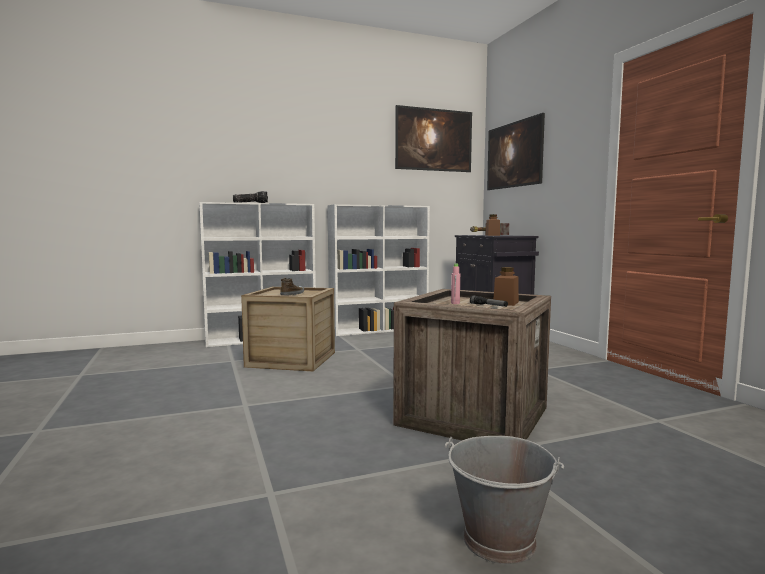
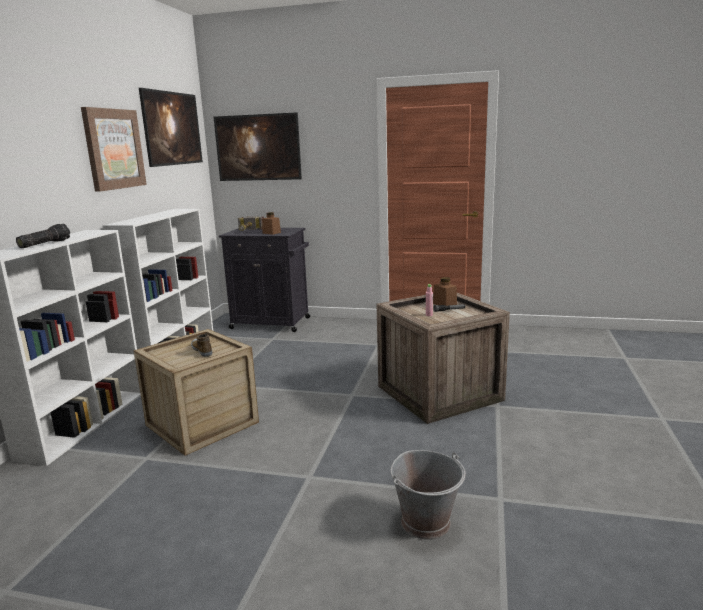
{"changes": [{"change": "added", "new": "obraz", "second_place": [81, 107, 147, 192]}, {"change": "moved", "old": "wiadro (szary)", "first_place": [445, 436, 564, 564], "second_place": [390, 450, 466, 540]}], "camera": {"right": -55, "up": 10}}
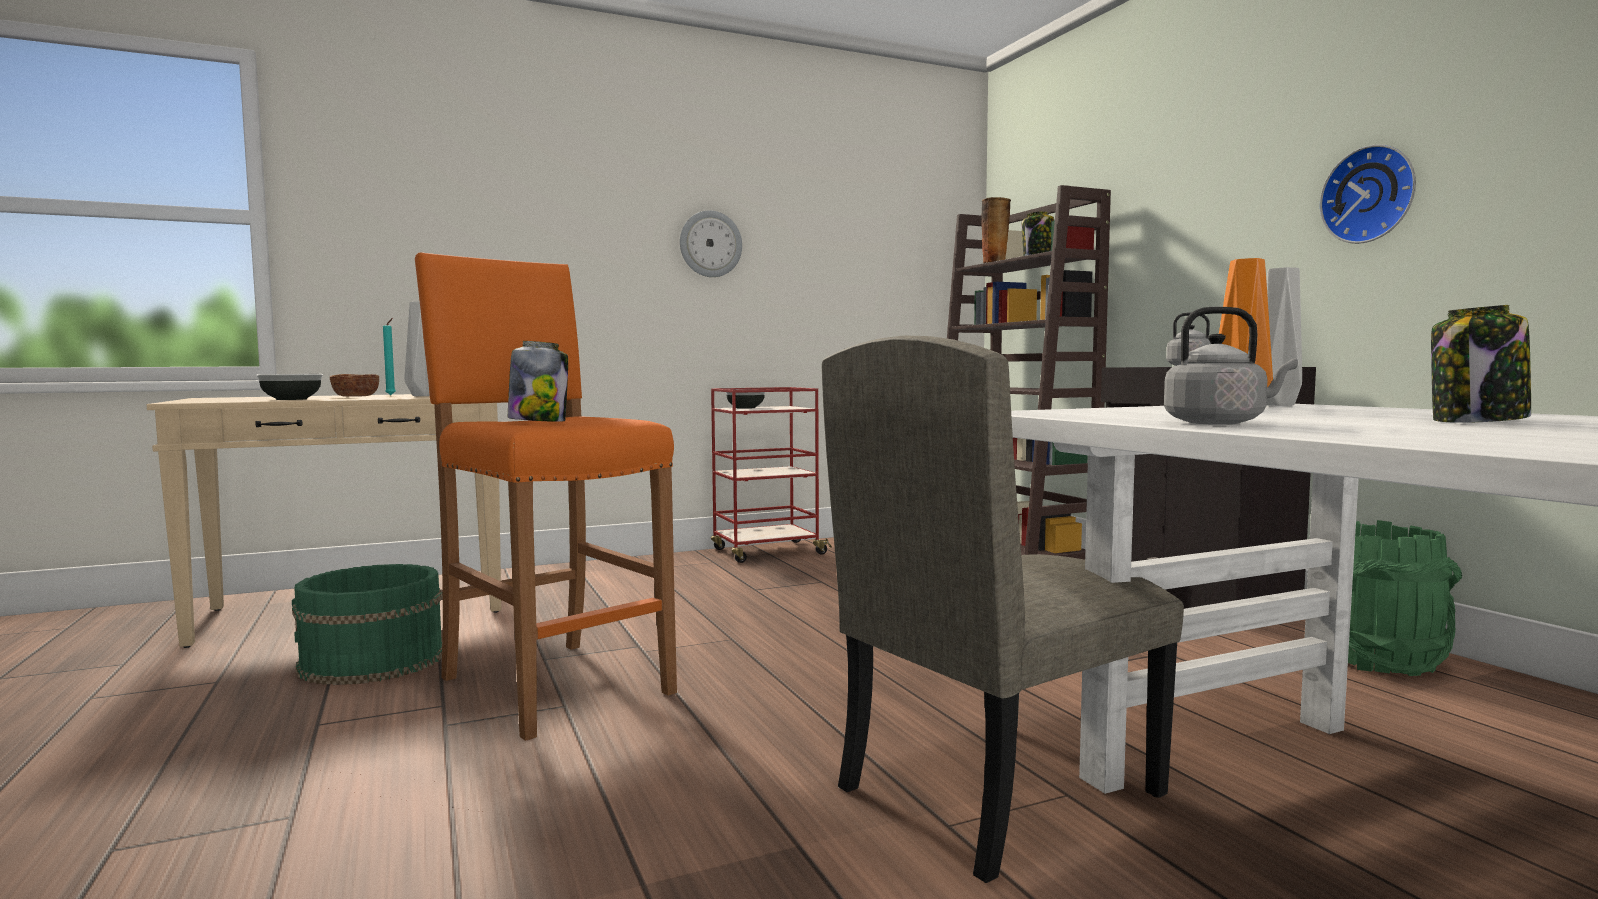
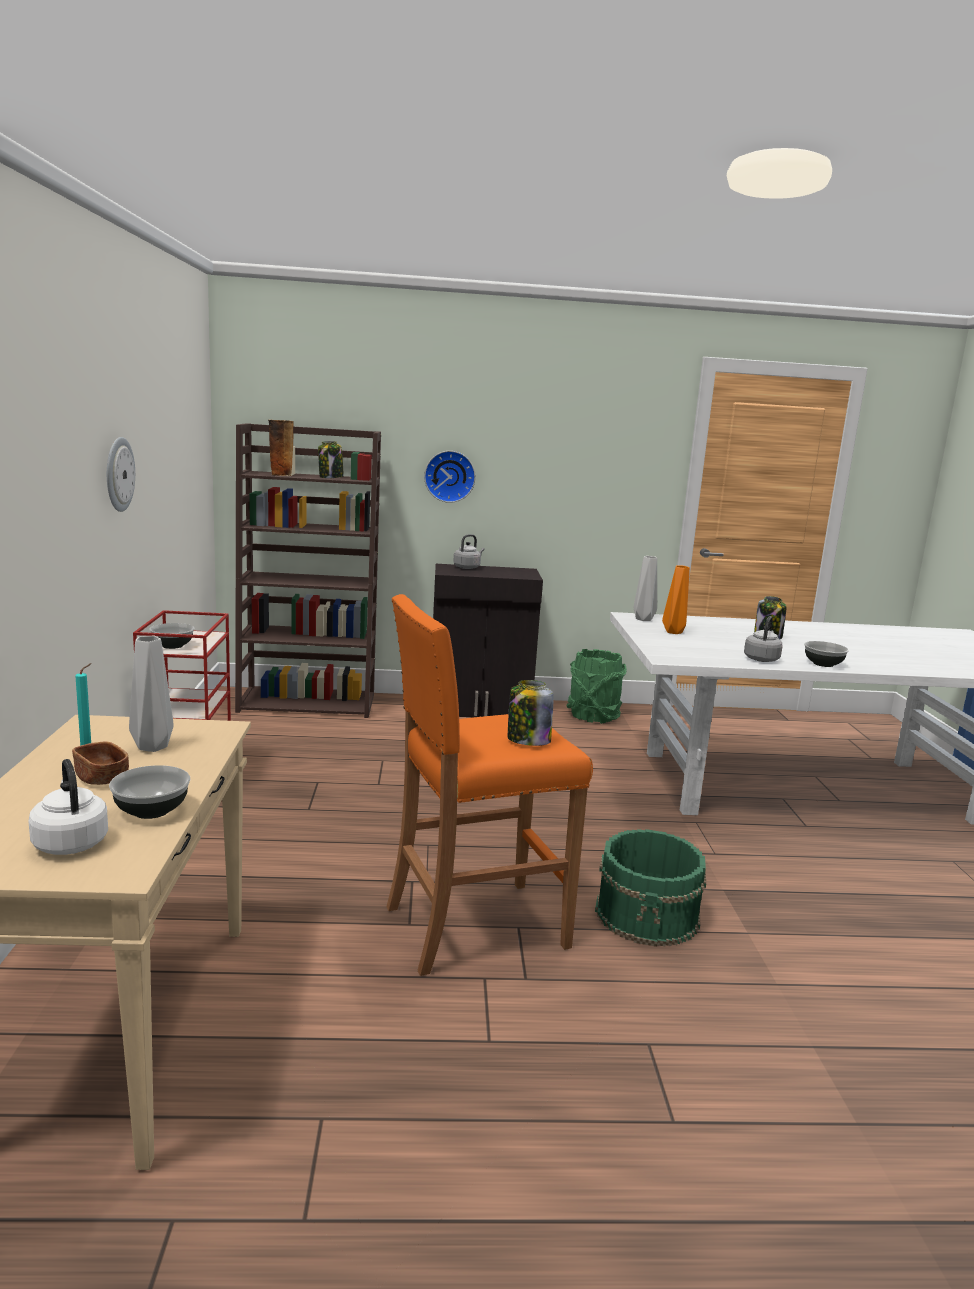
{"changes": [{"change": "removed", "old": "krzesło (beżowy)", "first_place": [822, 335, 1184, 883]}, {"change": "added", "new": "czajnik (biały)", "second_place": [28, 759, 108, 855]}, {"change": "added", "new": "miska", "second_place": [804, 641, 849, 667]}, {"change": "moved", "old": "wiadro (zielony)", "first_place": [292, 564, 443, 685], "second_place": [595, 829, 706, 947]}, {"change": "moved", "old": "zegar ścienny", "first_place": [1320, 144, 1416, 244], "second_place": [424, 451, 475, 503]}], "camera": {"right": -70, "up": 10}}
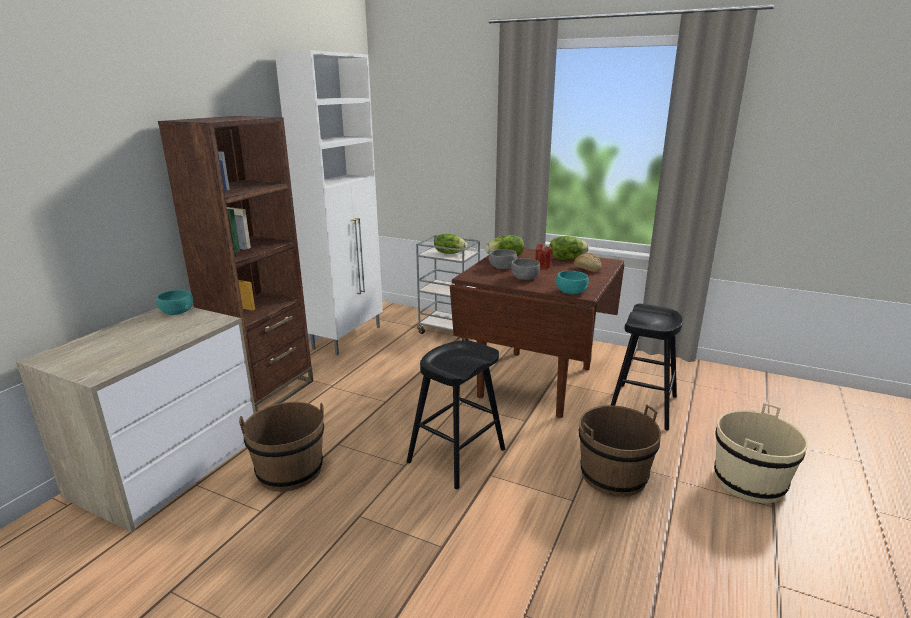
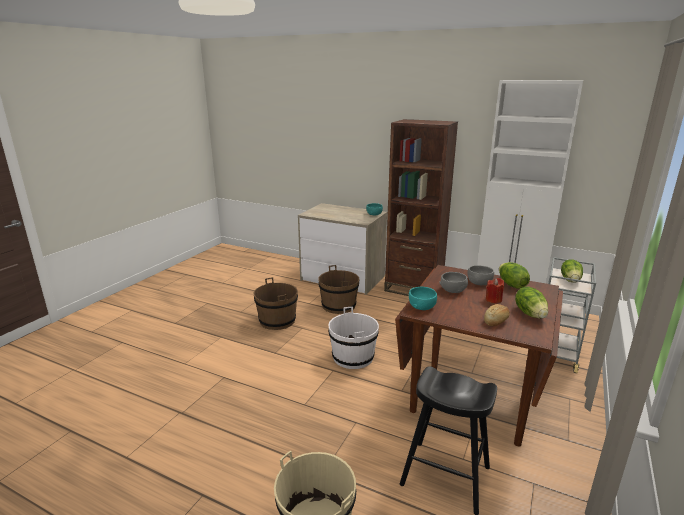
{"changes": [{"change": "moved", "old": "wiadro (brązowy)", "first_place": [579, 404, 661, 497], "second_place": [254, 277, 298, 330]}, {"change": "replaced", "old": "stołek (czarny)", "new": "wiadro (biały)", "first_place": [407, 340, 505, 489], "second_place": [328, 307, 379, 369]}], "camera": {"right": 90, "up": 0}}
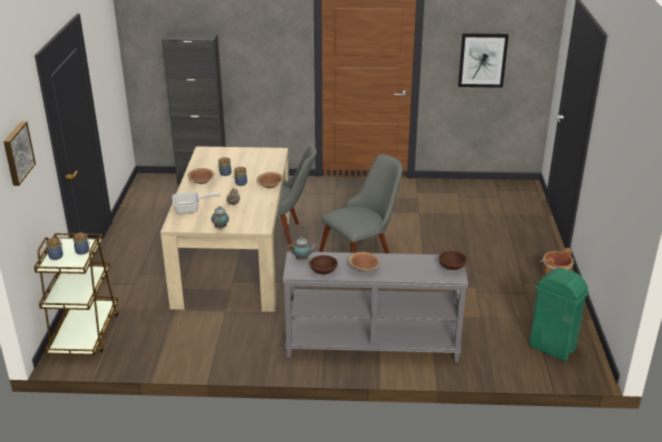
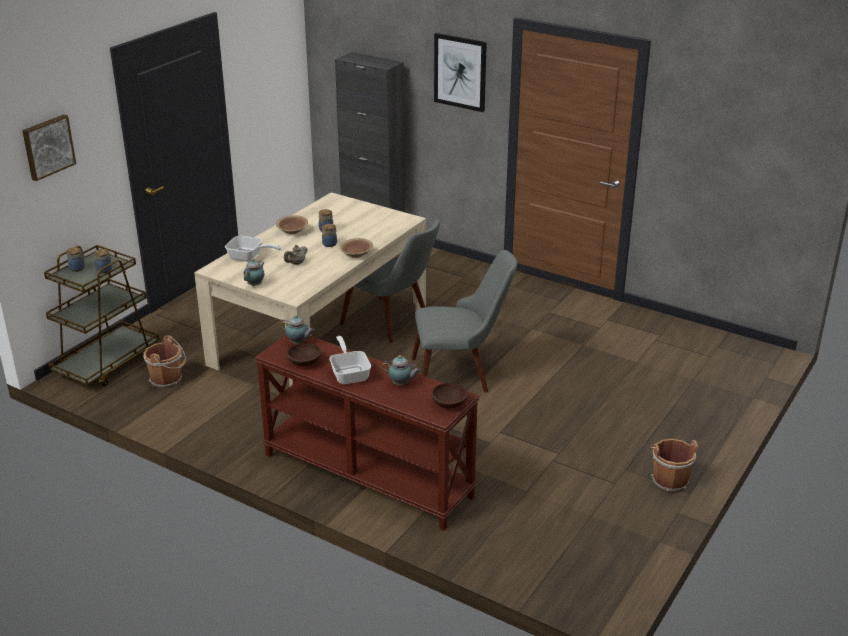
{"changes": [{"change": "removed", "old": "kosz na śmieci (zielony)", "first_place": [529, 268, 589, 361]}, {"change": "added", "new": "wiadro (brązowy)", "second_place": [144, 335, 187, 389]}, {"change": "added", "new": "imbryk", "second_place": [382, 355, 421, 386]}, {"change": "moved", "old": "obraz", "first_place": [458, 33, 509, 88], "second_place": [434, 33, 487, 112]}, {"change": "replaced", "old": "miska (brązowy)", "new": "patelnia", "first_place": [349, 252, 380, 272], "second_place": [329, 336, 371, 384]}, {"change": "recoloured", "old": "stolik konsolowy (szary)", "new": "stolik konsolowy (brązowy)", "first_place": [283, 251, 468, 362], "second_place": [255, 335, 480, 531]}], "camera": {"right": 30, "up": 0}}
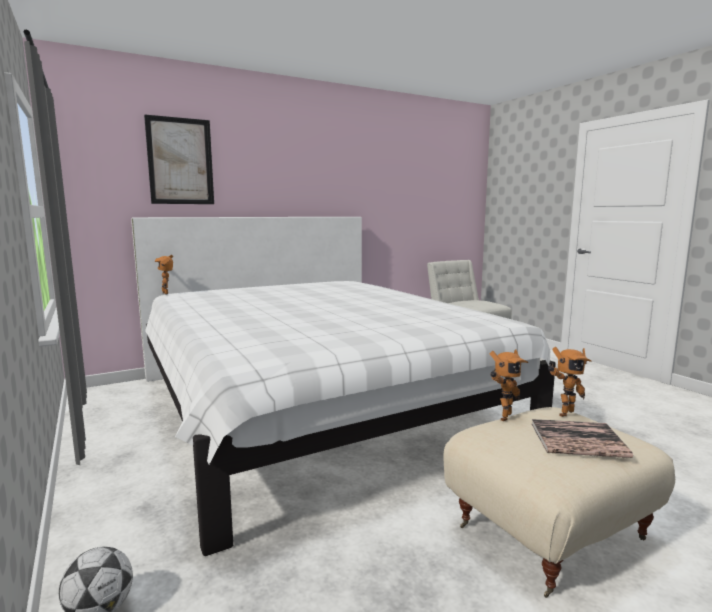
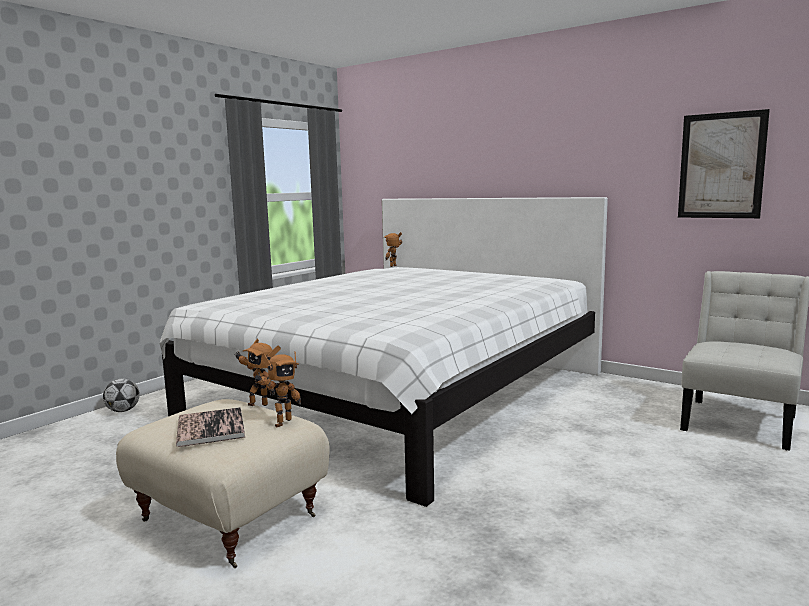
{"changes": [{"change": "moved", "old": "obraz", "first_place": [144, 114, 214, 204], "second_place": [678, 109, 770, 218]}, {"change": "turned", "old": "robot zabawkowy", "first_place": [548, 347, 591, 417], "second_place": [254, 351, 301, 427], "degrees": -90}], "camera": {"right": 65, "up": 0}}
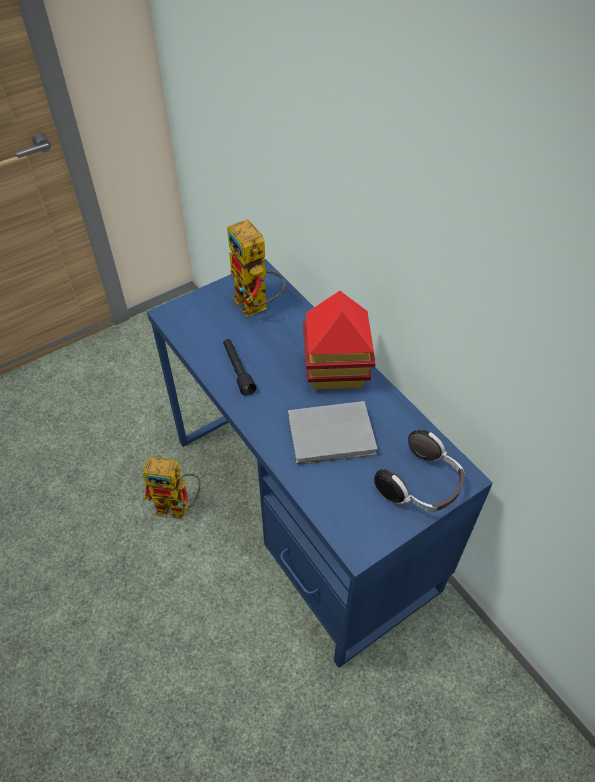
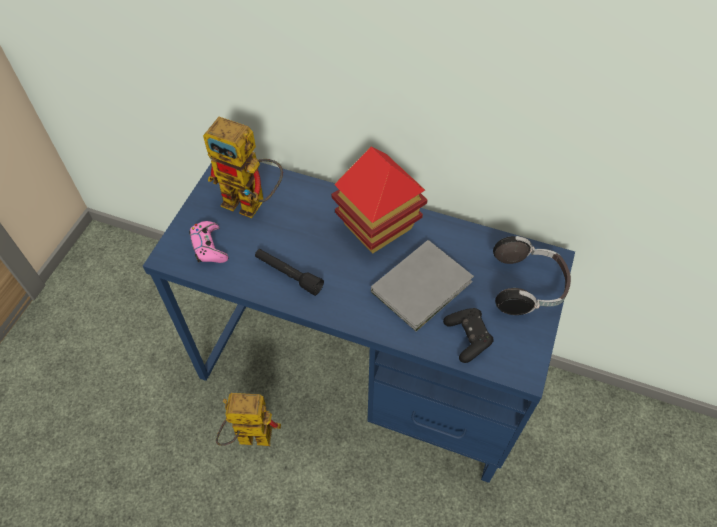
{"changes": [{"change": "added", "new": "pad do gier (różowy)", "second_place": [189, 221, 228, 263]}, {"change": "added", "new": "pad do gier (czarny)", "second_place": [443, 308, 493, 363]}, {"change": "turned", "old": "robot zabawkowy", "first_place": [143, 456, 201, 519], "second_place": [216, 393, 281, 446], "degrees": -150}], "camera": {"right": -35, "up": 5}}
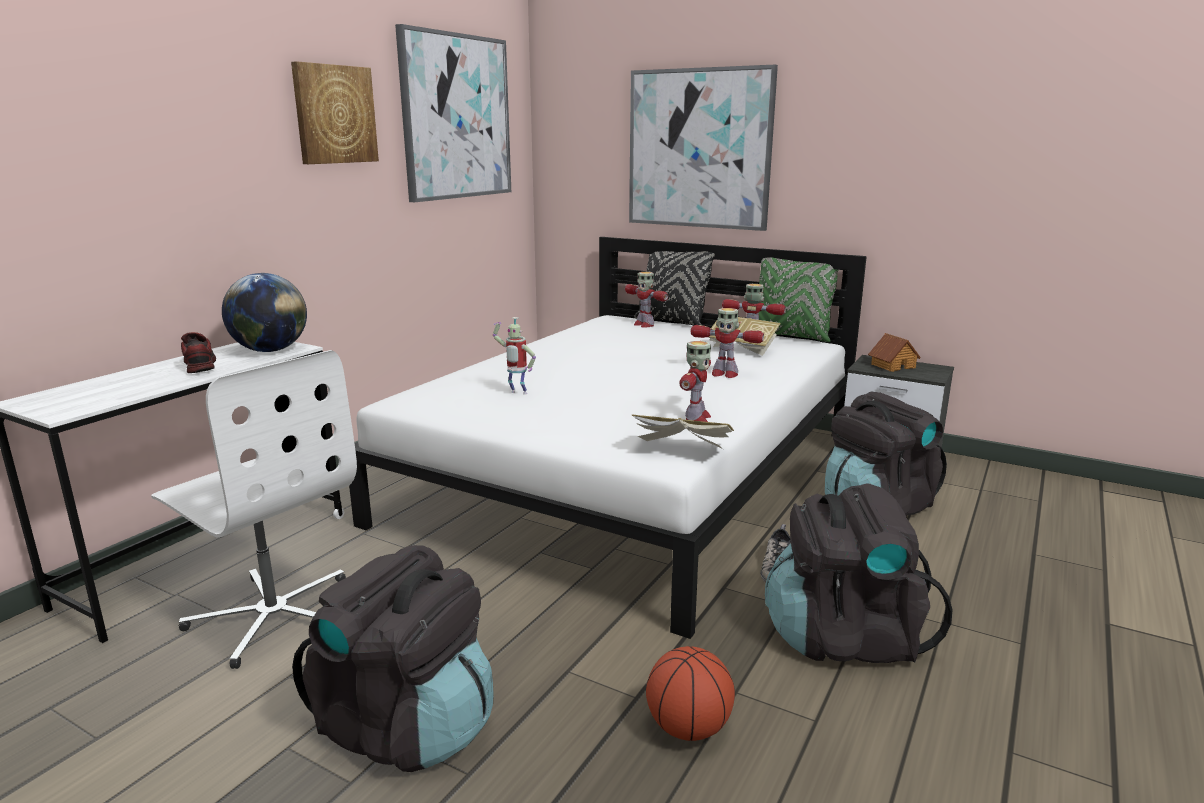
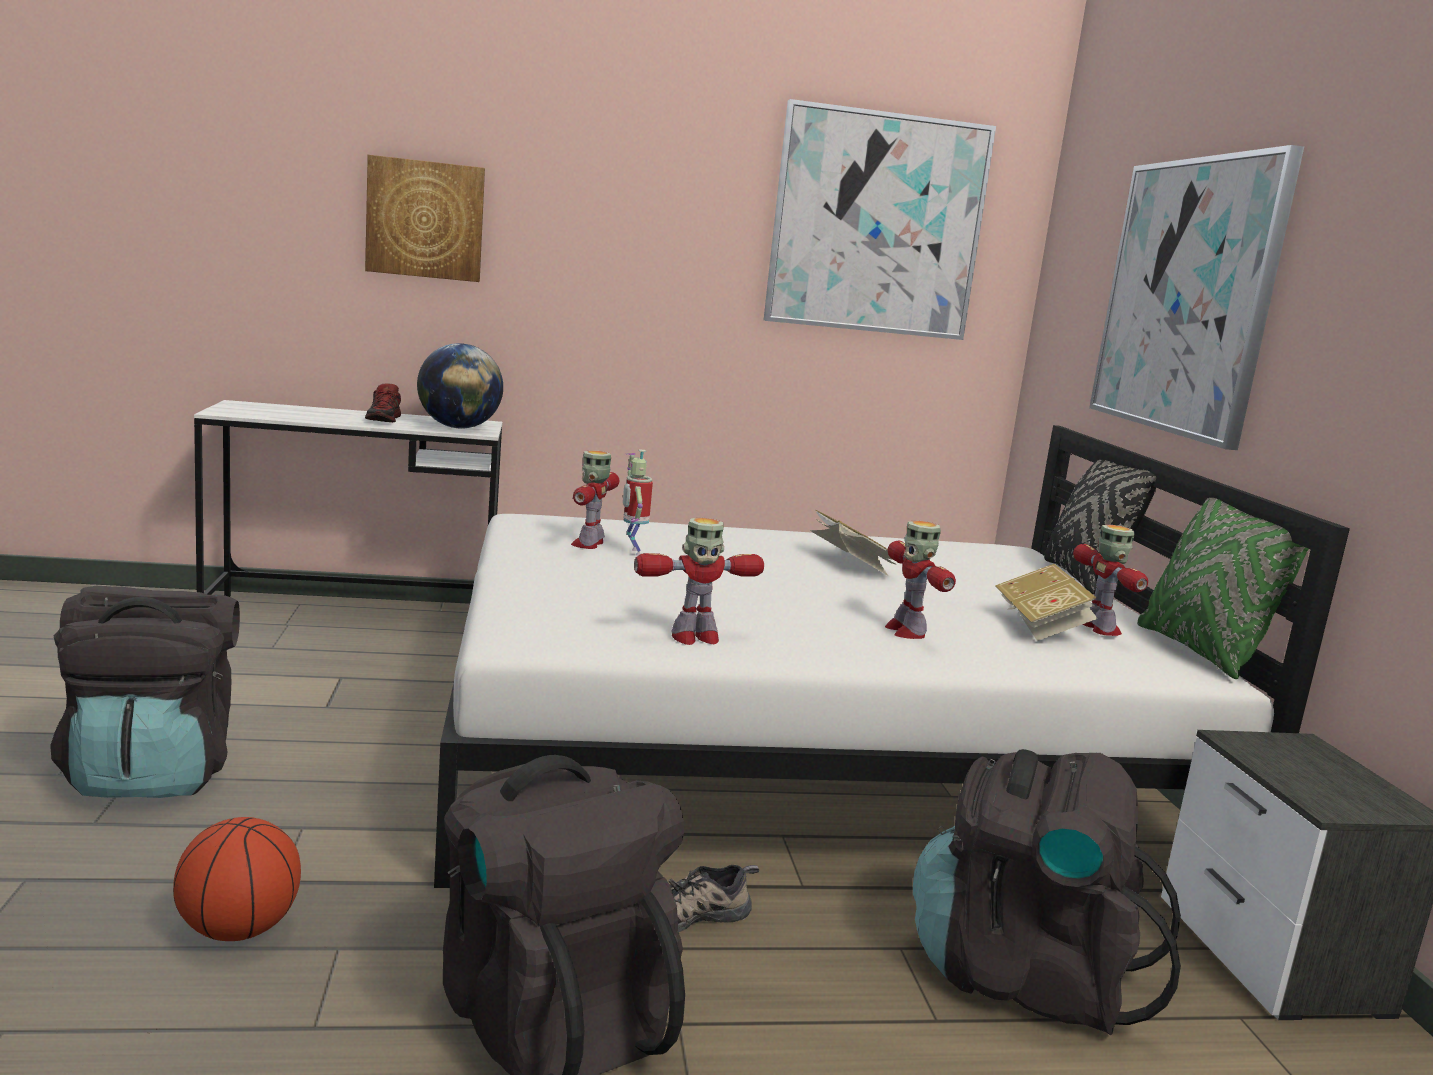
{"changes": [{"change": "removed", "old": "krzesło biurowe (biały)", "first_place": [151, 350, 357, 669]}, {"change": "removed", "old": "domek", "first_place": [868, 333, 921, 372]}, {"change": "moved", "old": "obraz", "first_place": [291, 61, 379, 164], "second_place": [365, 155, 485, 282]}, {"change": "moved", "old": "robot zabawkowy", "first_place": [625, 272, 668, 327], "second_place": [571, 450, 619, 549]}, {"change": "moved", "old": "książka", "first_place": [632, 415, 734, 449], "second_place": [809, 509, 897, 575]}, {"change": "turned", "old": "but", "first_place": [181, 332, 216, 373], "second_place": [365, 384, 401, 422], "degrees": 150}], "camera": {"right": 50, "up": -5}}
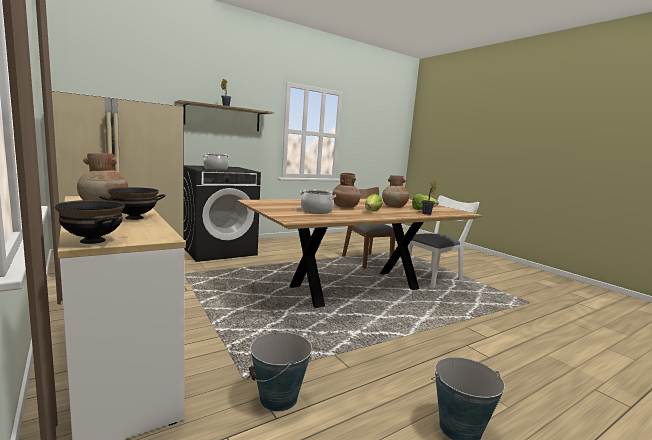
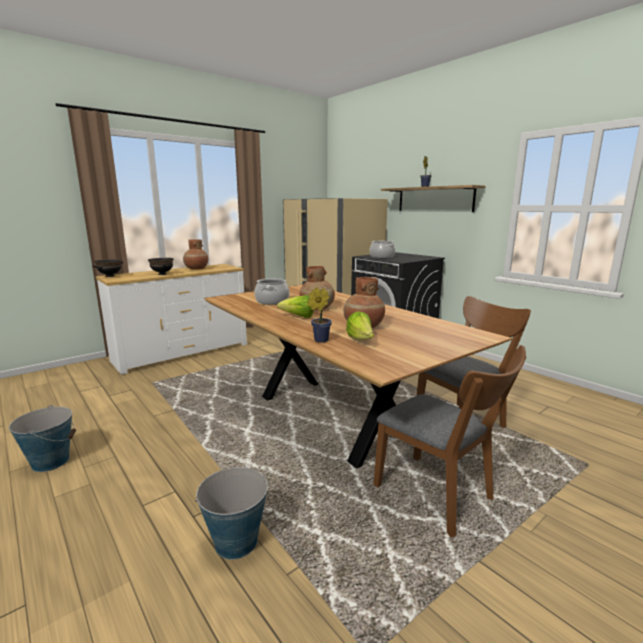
{"changes": [{"change": "moved", "old": "wiadro", "first_place": [249, 330, 312, 411], "second_place": [195, 467, 268, 559]}, {"change": "recoloured", "old": "krzesło (biały)", "new": "krzesło (brązowy)", "first_place": [403, 195, 479, 287], "second_place": [374, 345, 526, 537]}], "camera": {"right": 85, "up": 5}}
